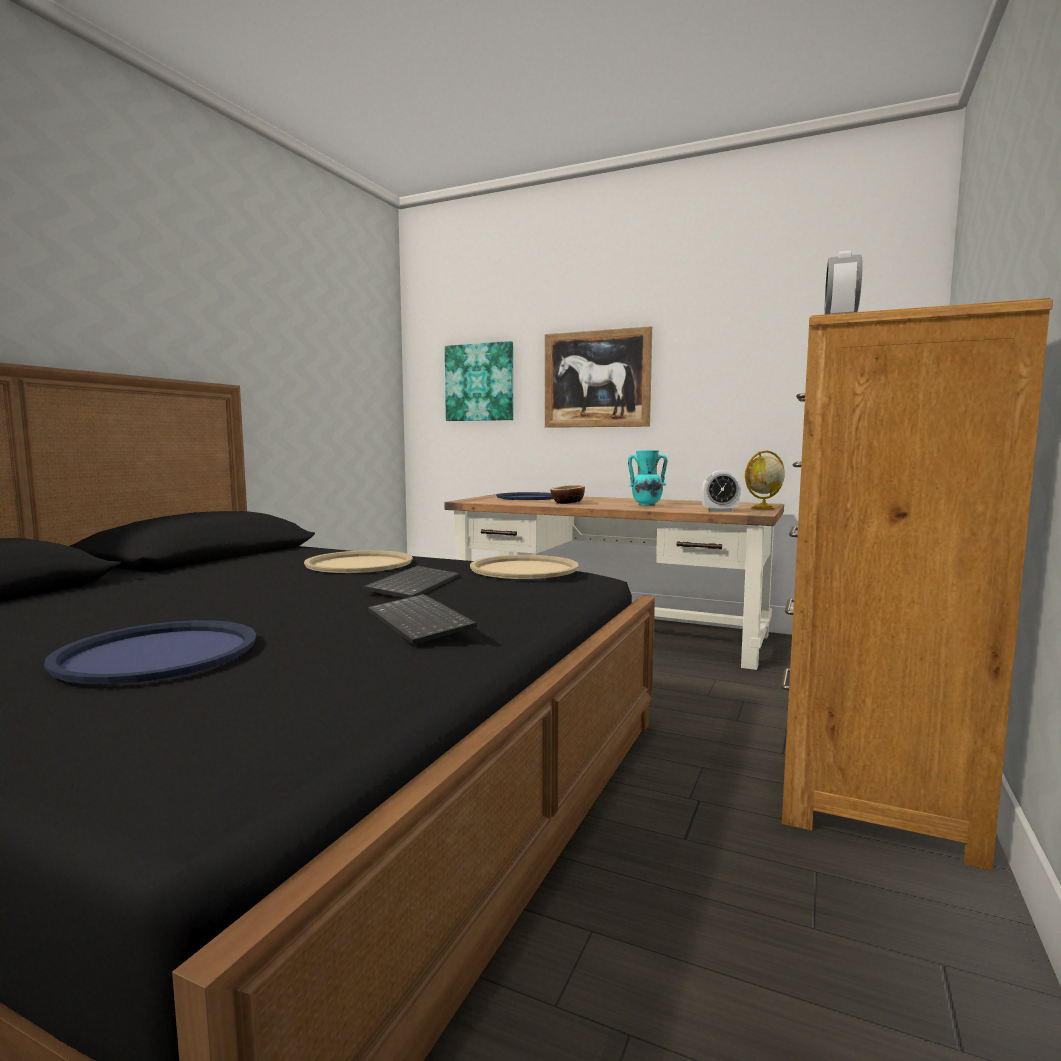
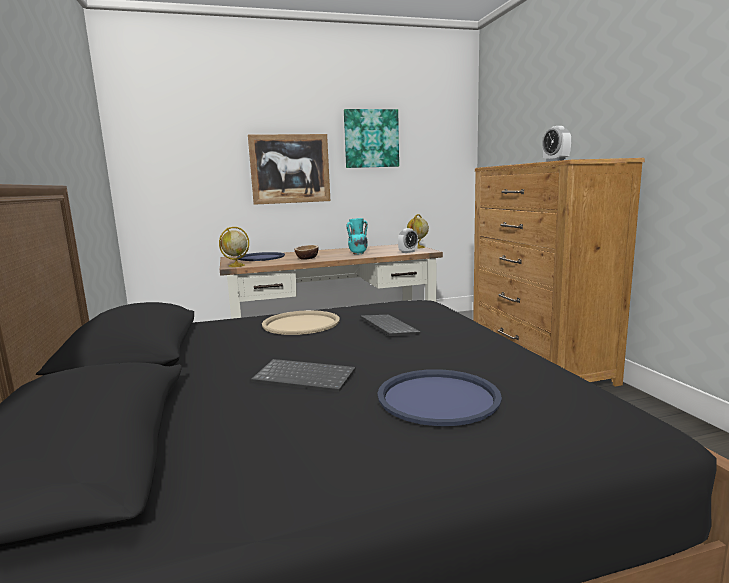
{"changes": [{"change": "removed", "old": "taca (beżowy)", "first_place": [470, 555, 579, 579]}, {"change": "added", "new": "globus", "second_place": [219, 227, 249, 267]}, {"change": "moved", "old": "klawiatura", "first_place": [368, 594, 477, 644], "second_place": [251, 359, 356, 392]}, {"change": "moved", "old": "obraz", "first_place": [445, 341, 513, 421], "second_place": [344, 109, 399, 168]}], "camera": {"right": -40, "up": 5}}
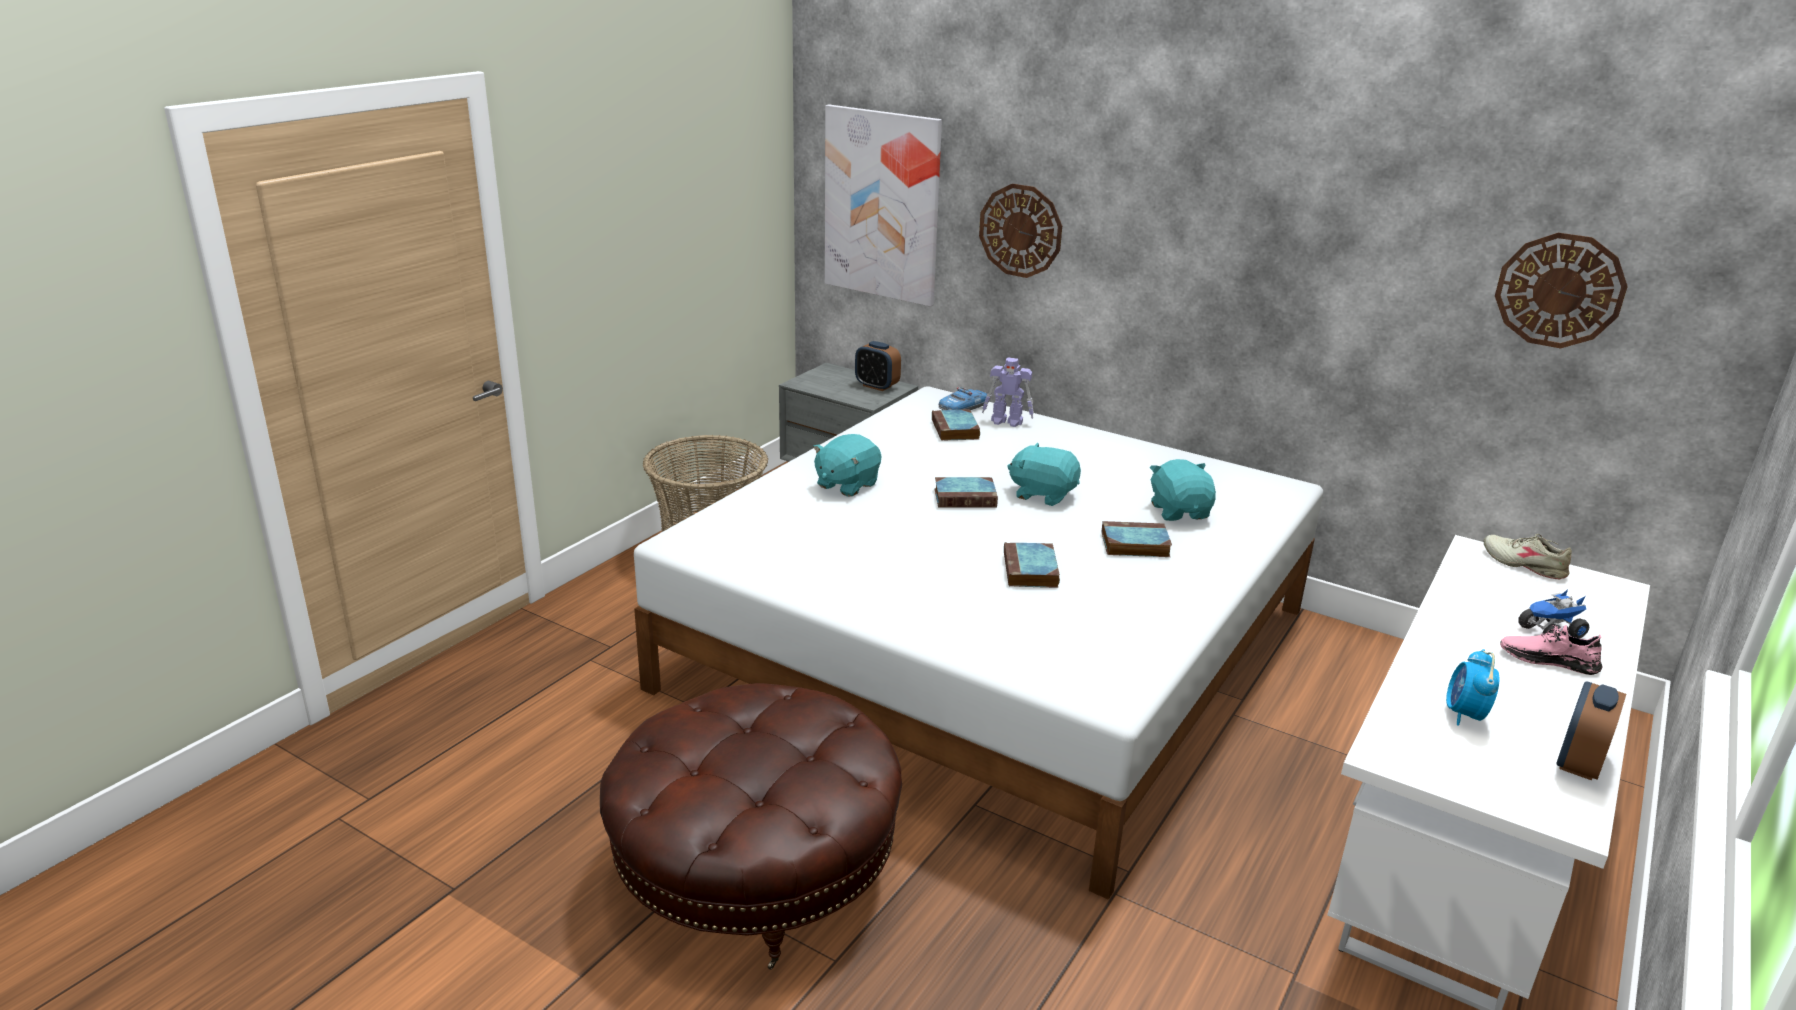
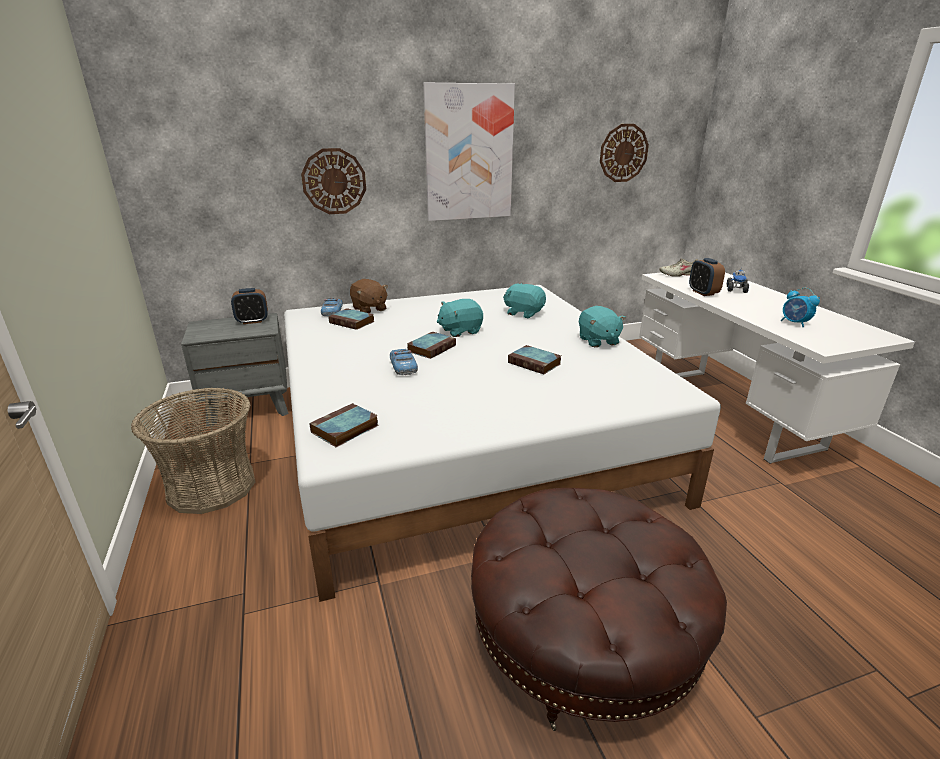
{"changes": [{"change": "removed", "old": "but (różowy)", "first_place": [1500, 625, 1602, 675]}, {"change": "added", "new": "samochodzik", "second_place": [390, 349, 418, 375]}, {"change": "moved", "old": "pluszak (turkusowy)", "first_place": [813, 434, 881, 497], "second_place": [579, 306, 626, 347]}, {"change": "moved", "old": "obraz", "first_place": [825, 105, 942, 307], "second_place": [423, 83, 515, 221]}, {"change": "moved", "old": "książka", "first_place": [1101, 521, 1172, 557], "second_place": [309, 403, 378, 447]}, {"change": "moved", "old": "budzik", "first_place": [1556, 681, 1626, 781], "second_place": [689, 258, 725, 296]}, {"change": "replaced", "old": "robot zabawkowy", "new": "pluszak (brązowy)", "first_place": [982, 357, 1034, 427], "second_place": [350, 279, 388, 313]}], "camera": {"right": -50, "up": 0}}
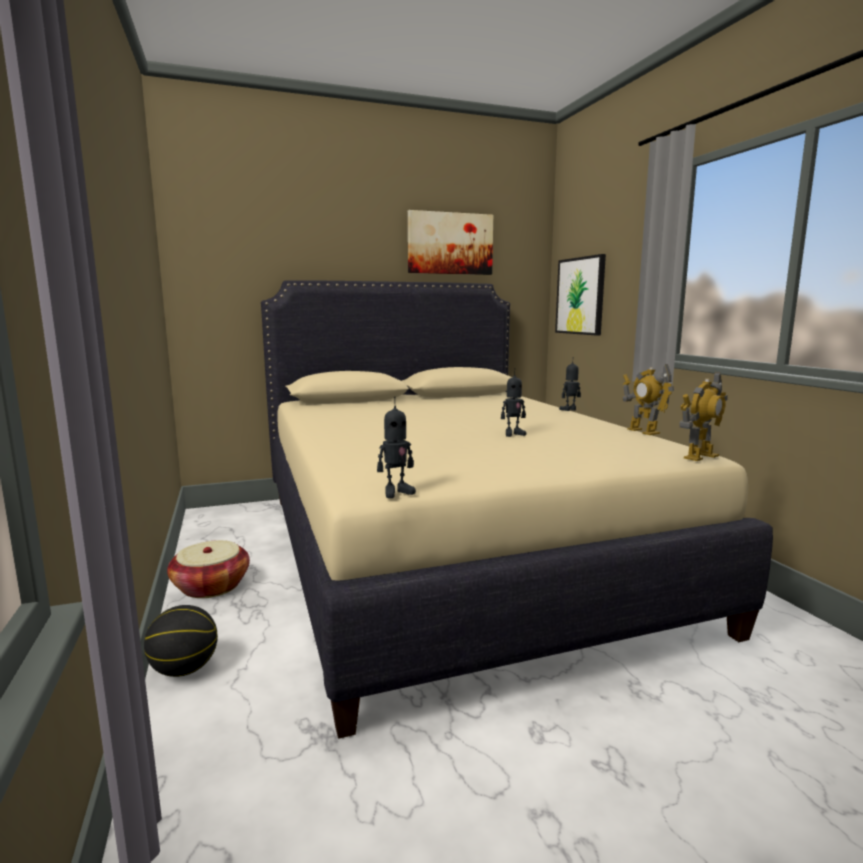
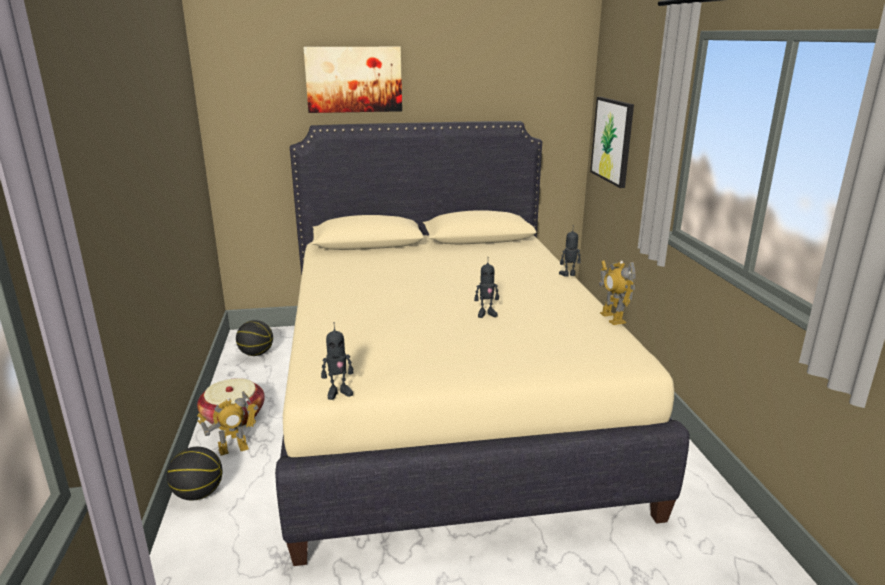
{"changes": [{"change": "added", "new": "piłka do koszykówki", "second_place": [236, 320, 273, 356]}, {"change": "moved", "old": "obraz", "first_place": [408, 210, 493, 275], "second_place": [303, 47, 402, 113]}, {"change": "moved", "old": "robot zabawkowy", "first_place": [679, 372, 727, 461], "second_place": [197, 391, 259, 456]}], "camera": {"right": 10, "up": 10}}
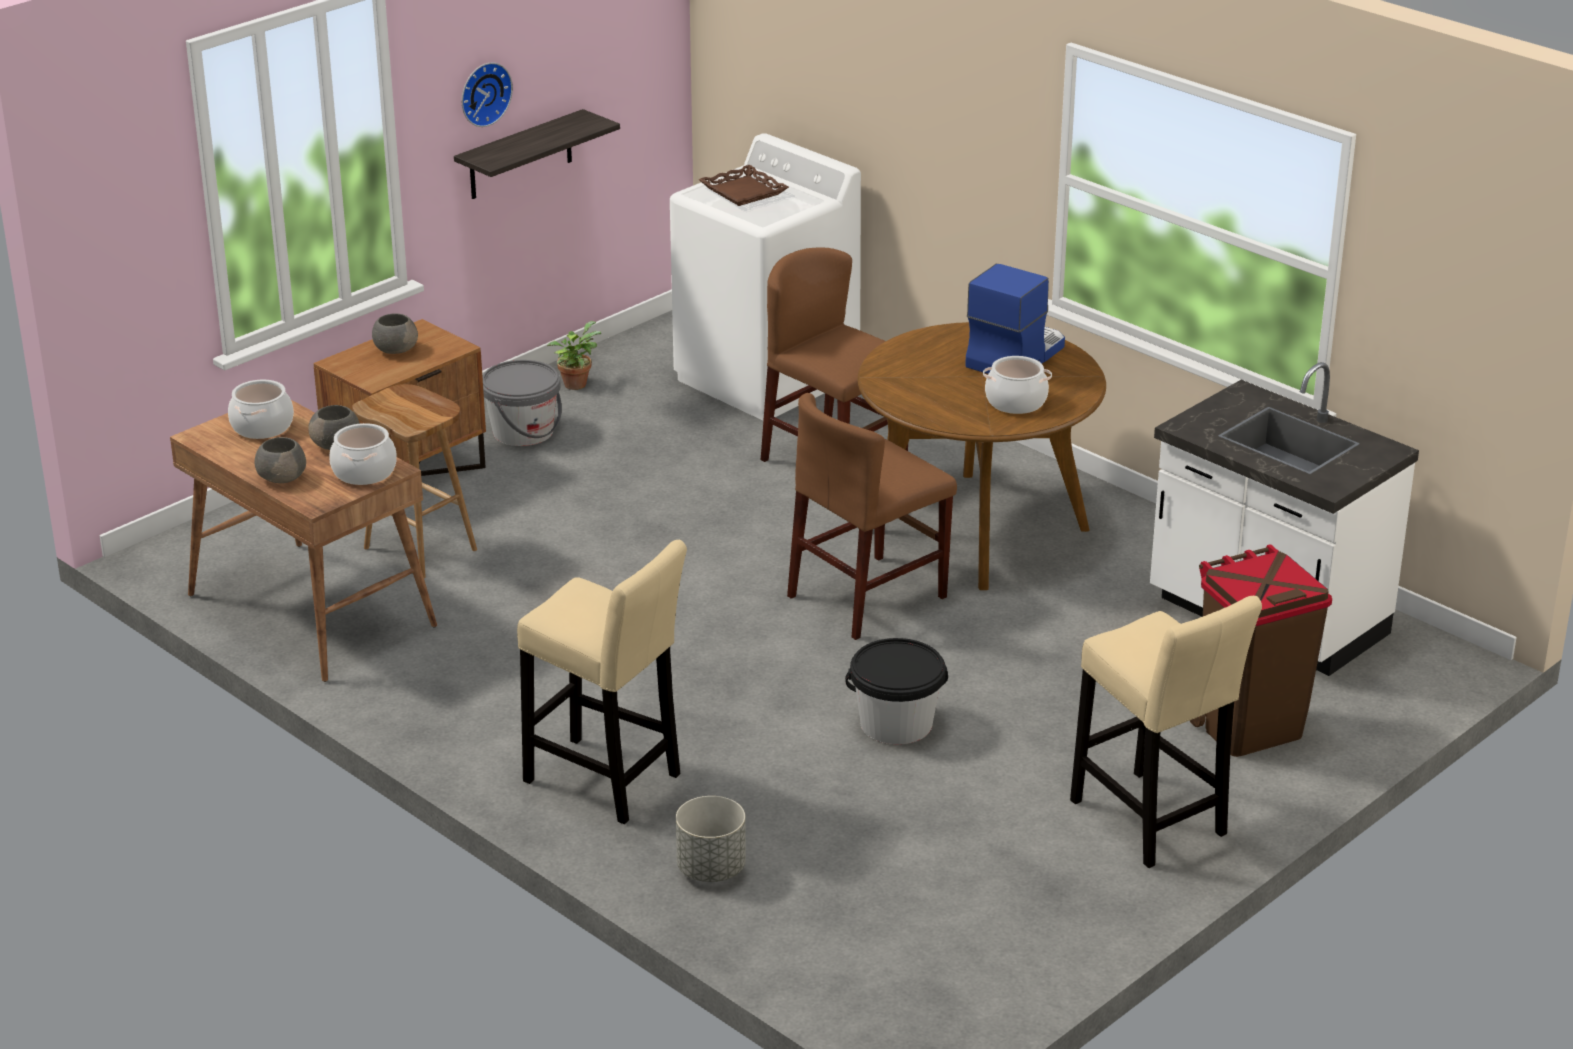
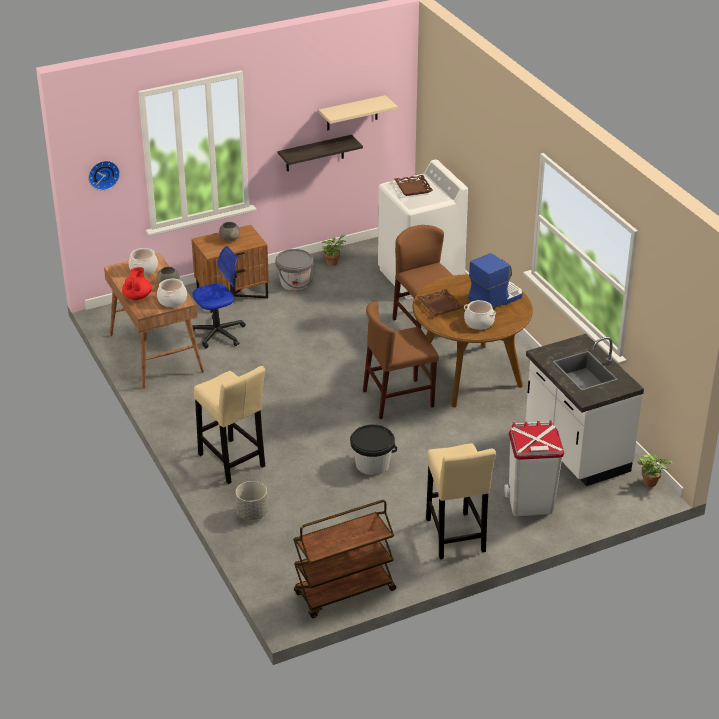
{"changes": [{"change": "added", "new": "wózek (brązowy)", "second_place": [293, 500, 396, 618]}, {"change": "added", "new": "półka (beżowy)", "second_place": [319, 95, 398, 130]}, {"change": "added", "new": "taca (brązowy)", "second_place": [417, 289, 463, 316]}, {"change": "added", "new": "roślina doniczkowa", "second_place": [637, 454, 674, 487]}, {"change": "moved", "old": "zegar ścienny", "first_place": [462, 62, 513, 127], "second_place": [88, 161, 120, 190]}, {"change": "replaced", "old": "miska (szary)", "new": "imbryk (czerwony)", "first_place": [255, 437, 306, 483], "second_place": [122, 267, 152, 300]}, {"change": "replaced", "old": "stołek (brązowy)", "new": "krzesło biurowe", "first_place": [352, 384, 477, 578], "second_place": [192, 246, 246, 348]}, {"change": "recoloured", "old": "kosz na śmieci (brązowy)", "new": "kosz na śmieci (biały)", "first_place": [1190, 544, 1332, 757], "second_place": [504, 420, 564, 516]}], "camera": {"right": 20, "up": 5}}
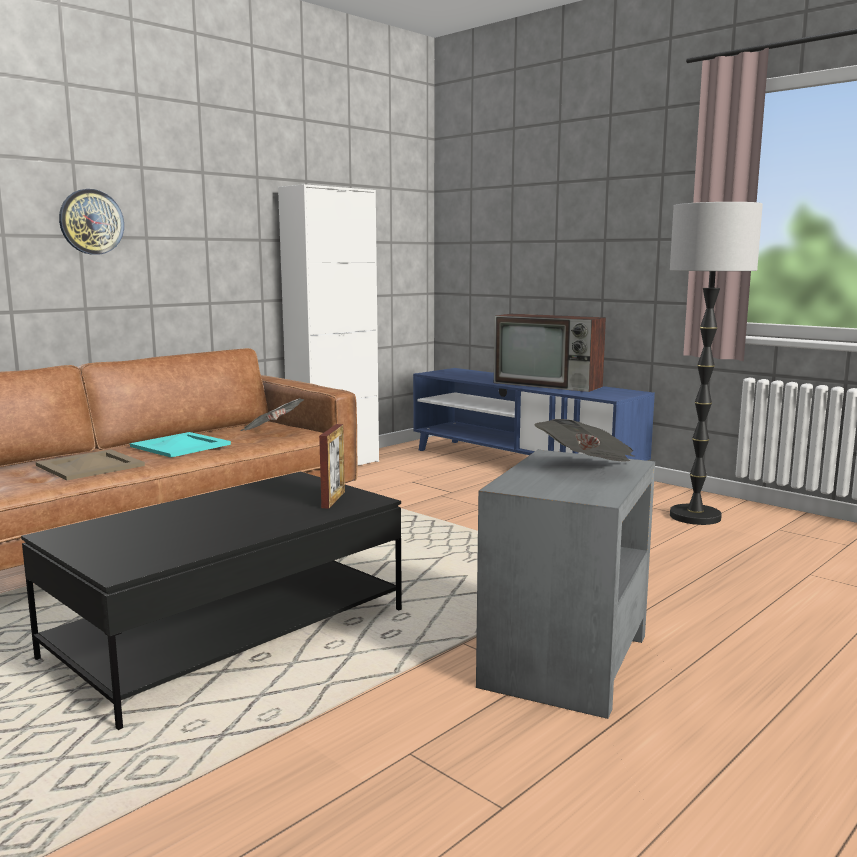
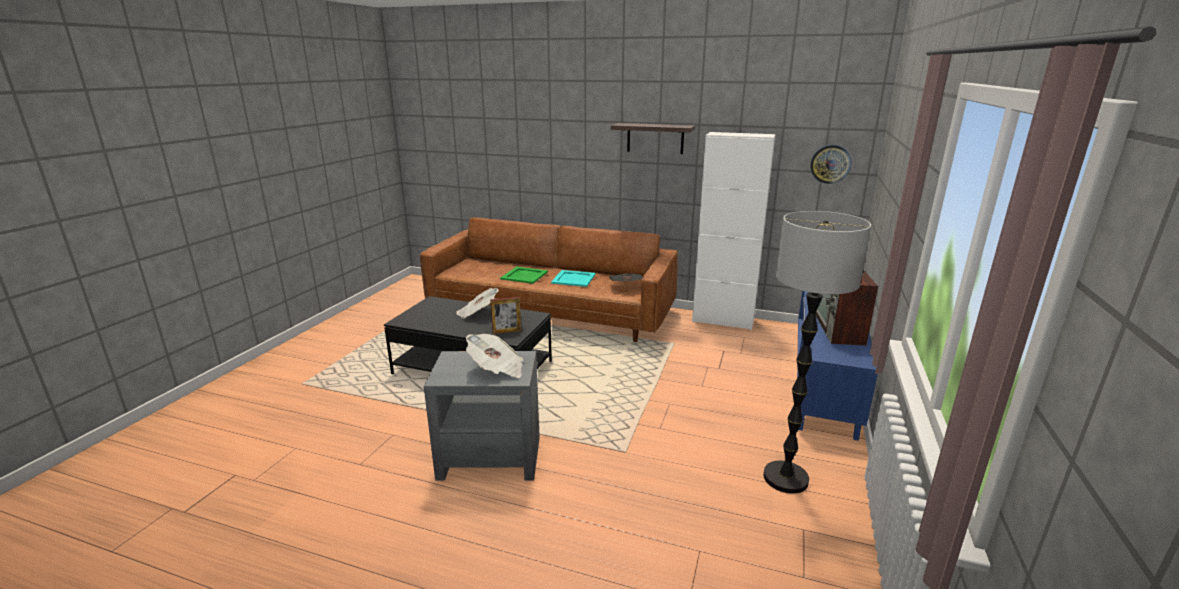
{"changes": [{"change": "added", "new": "gazeta", "second_place": [456, 288, 499, 319]}, {"change": "added", "new": "półka", "second_place": [611, 123, 695, 154]}, {"change": "moved", "old": "zegar ścienny", "first_place": [59, 189, 124, 255], "second_place": [810, 145, 852, 184]}, {"change": "recoloured", "old": "taca (beżowy)", "new": "taca (zielony)", "first_place": [36, 449, 145, 480], "second_place": [500, 267, 548, 284]}], "camera": {"right": 65, "up": 10}}
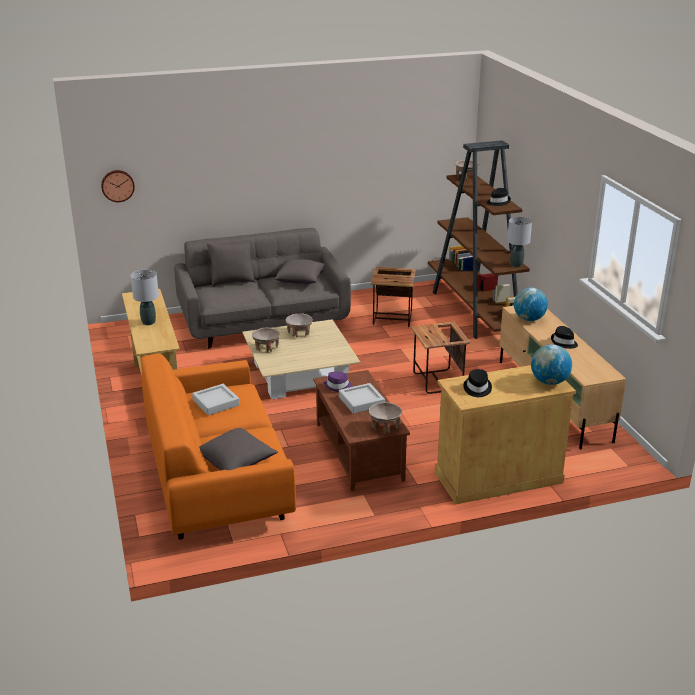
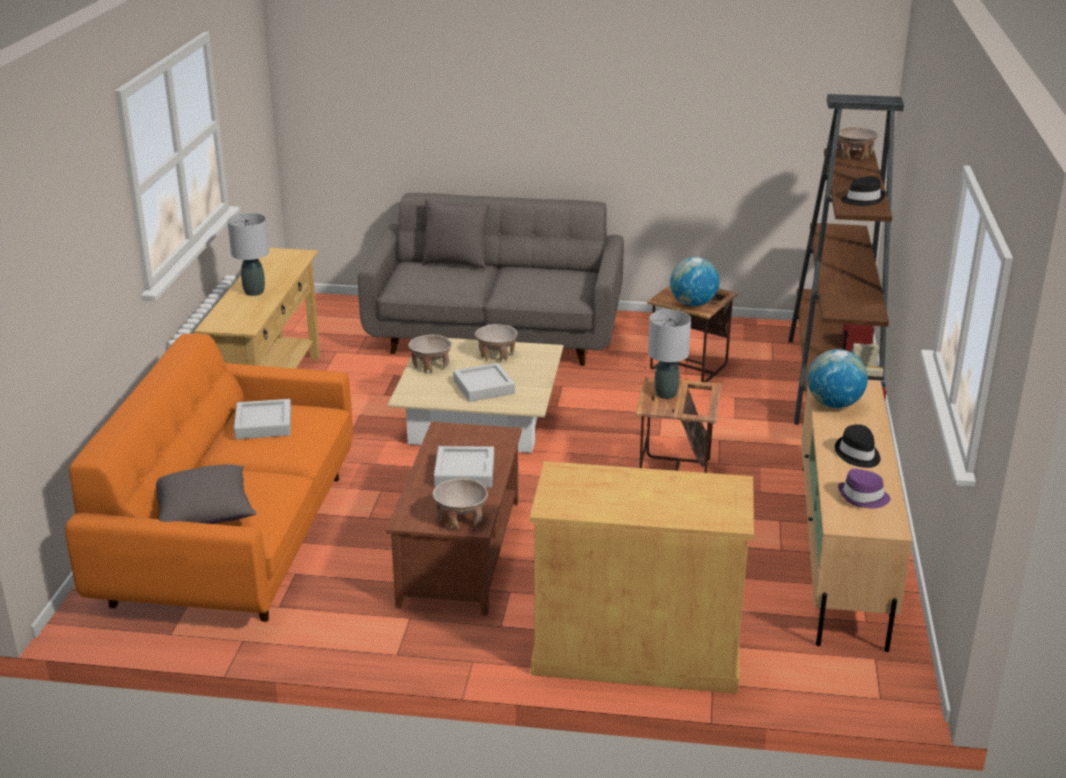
{"changes": [{"change": "removed", "old": "zegar ścienny", "first_place": [101, 170, 135, 202]}, {"change": "removed", "old": "poduszka (szary)", "first_place": [274, 259, 325, 284]}, {"change": "removed", "old": "kapelusz (czarny)", "first_place": [463, 369, 492, 397]}, {"change": "added", "new": "taca (szary)", "second_place": [453, 363, 515, 402]}, {"change": "moved", "old": "kapelusz (fioletowy)", "first_place": [324, 372, 352, 392], "second_place": [838, 469, 890, 508]}, {"change": "moved", "old": "lampa stołowa (szary)", "first_place": [507, 217, 532, 267], "second_place": [648, 310, 691, 399]}, {"change": "moved", "old": "globus", "first_place": [531, 344, 572, 385], "second_place": [670, 257, 719, 306]}], "camera": {"right": 25, "up": 0}}
